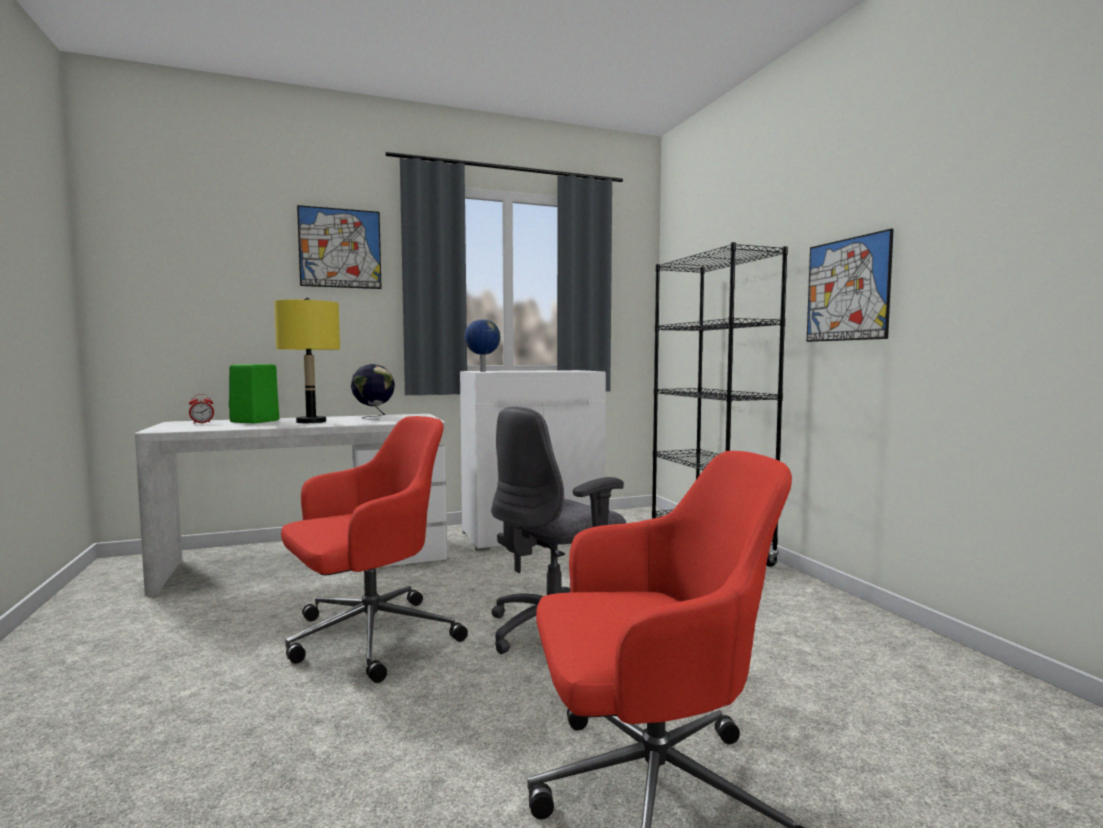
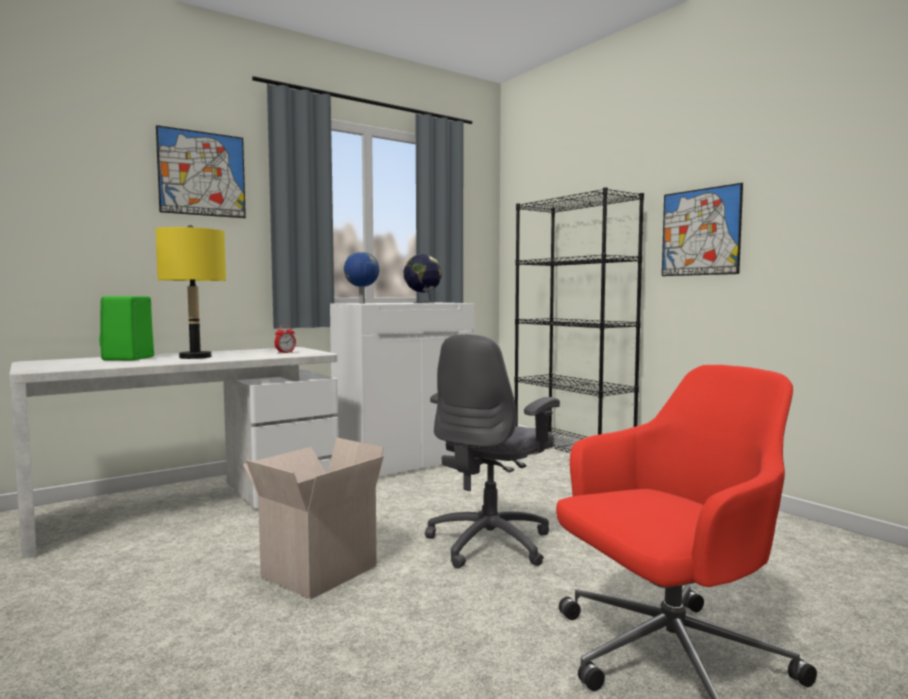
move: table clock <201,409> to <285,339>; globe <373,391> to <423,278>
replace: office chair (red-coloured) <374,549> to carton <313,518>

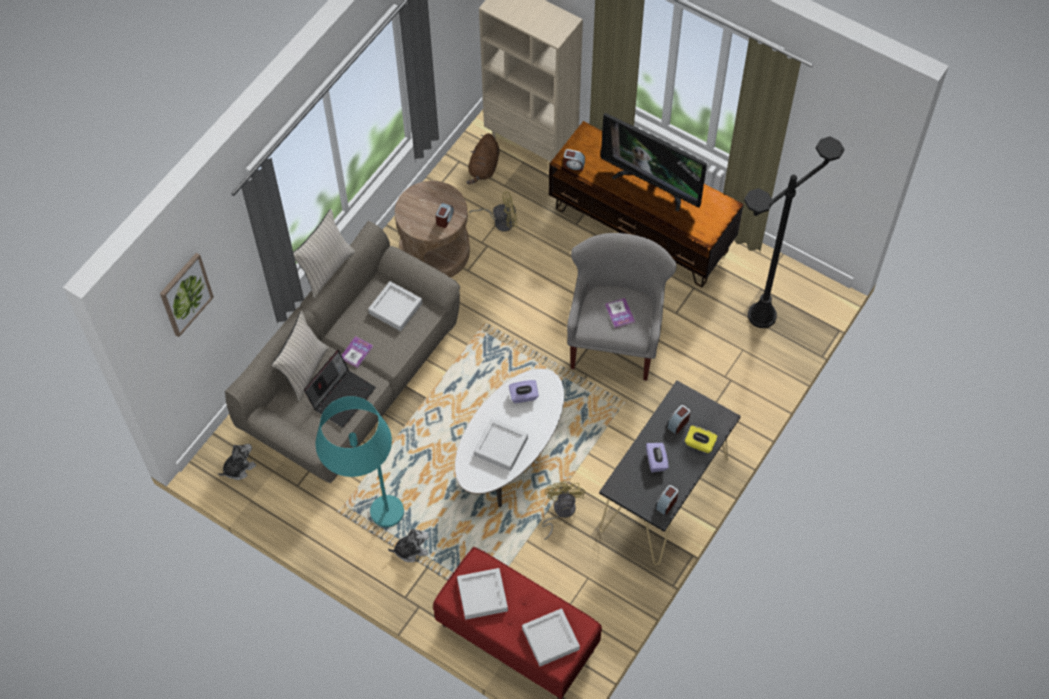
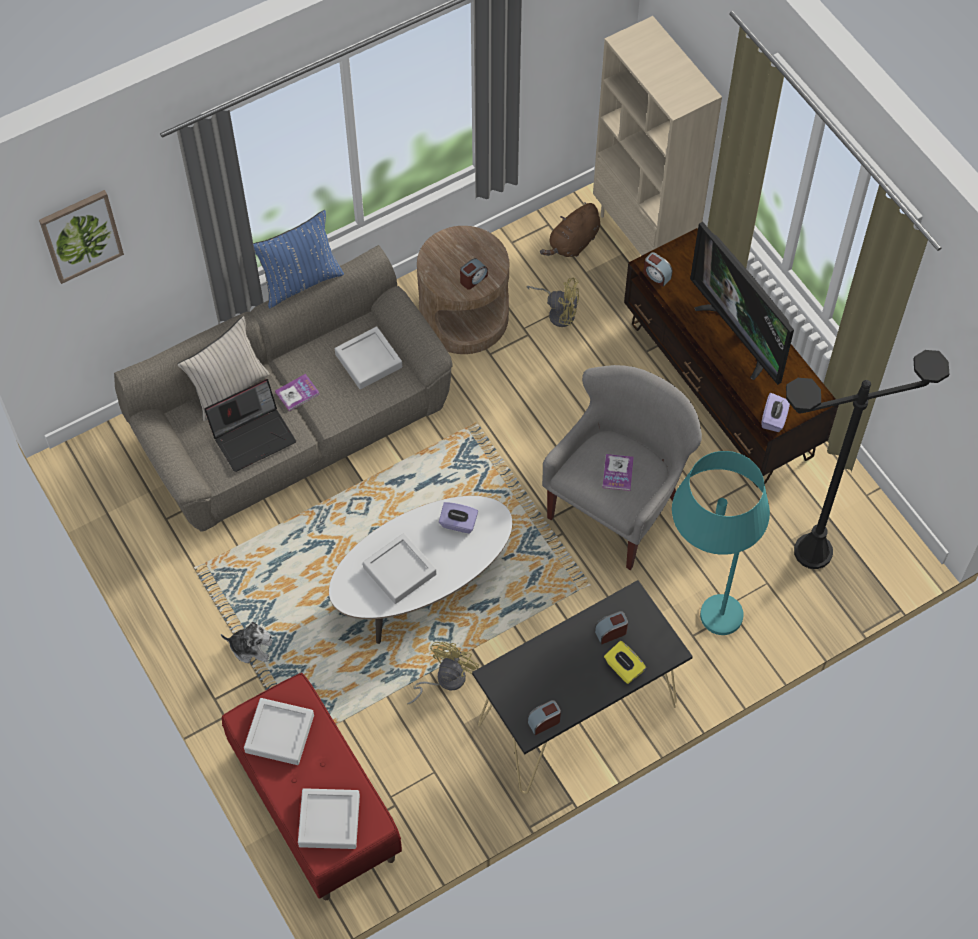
delete: plush toy <237,462>
move: floor lamp (turquoise-coloured) <360,461> to <721,543>; tissue box (purple-coloured) <657,457> to <776,412>
recolor: throw pillow (beige) <324,253> to throw pillow (blue) <298,259>

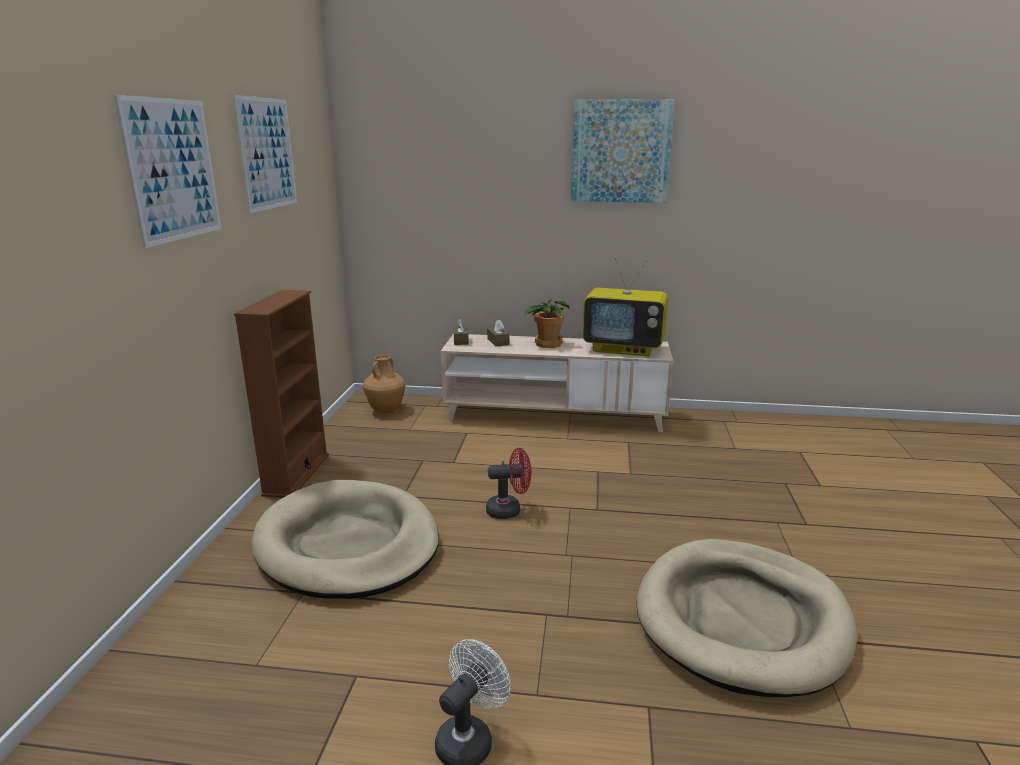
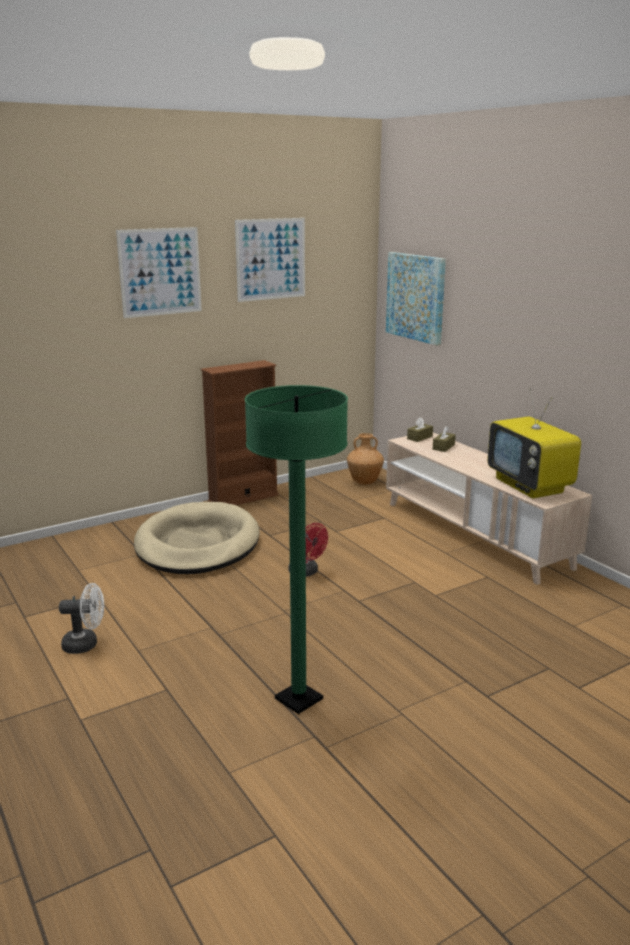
delete: plant in a pot <546,323>
move: picture <623,151> to <416,298>
replace: pet bed (beige) <747,618> to floor lamp (greenish) <296,549>

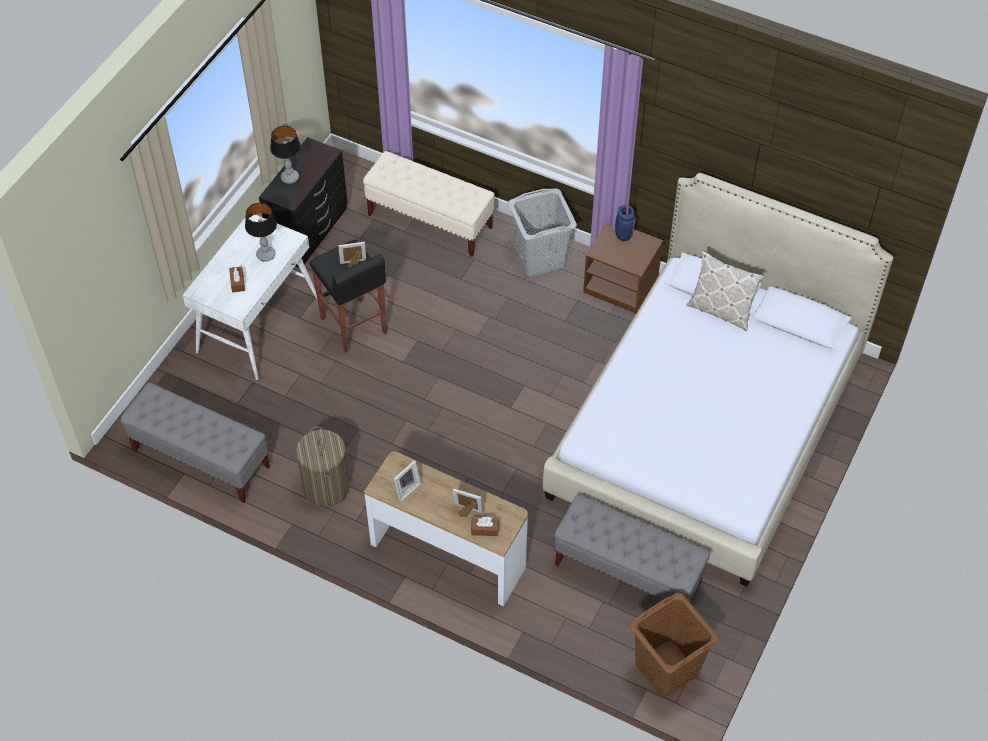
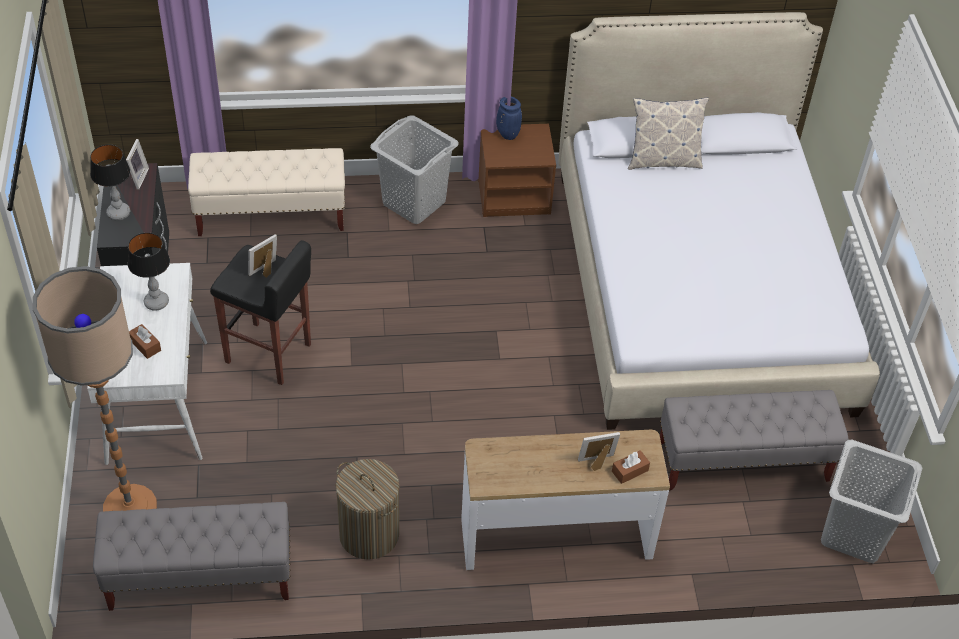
insert: floor lamp <94,389>
move: picture frame <407,481> to <137,164>
recolor: hamper (brownish) <674,645> to hamper (grey) <871,501>

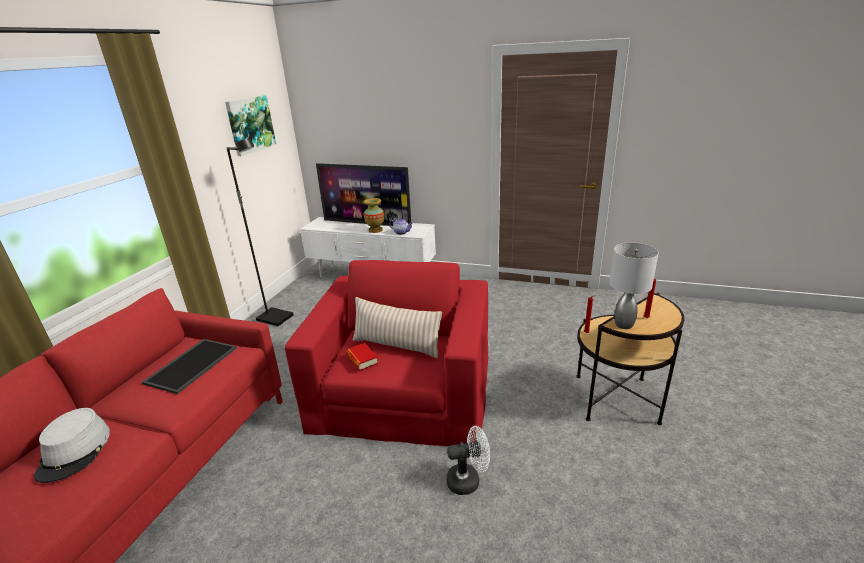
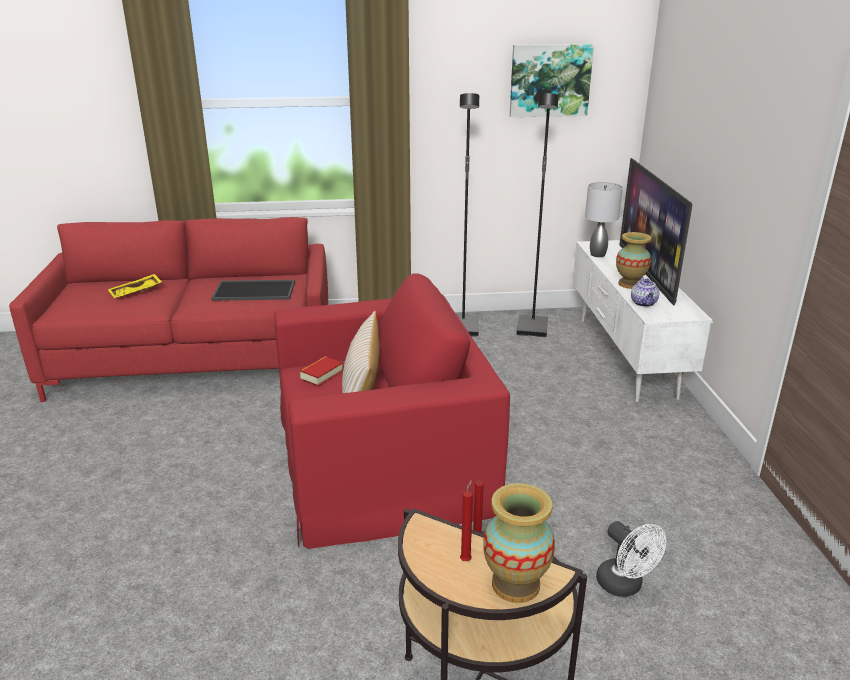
insert: decorative vase <519,543>; floor lamp (blackish) <538,215>
move: cooling fan (whitish) <468,460> to <631,559>; table lamp (grey) <634,286> to <604,219>
replace: clothing hat (grey) <72,445> to tray (yellowish) <135,286>

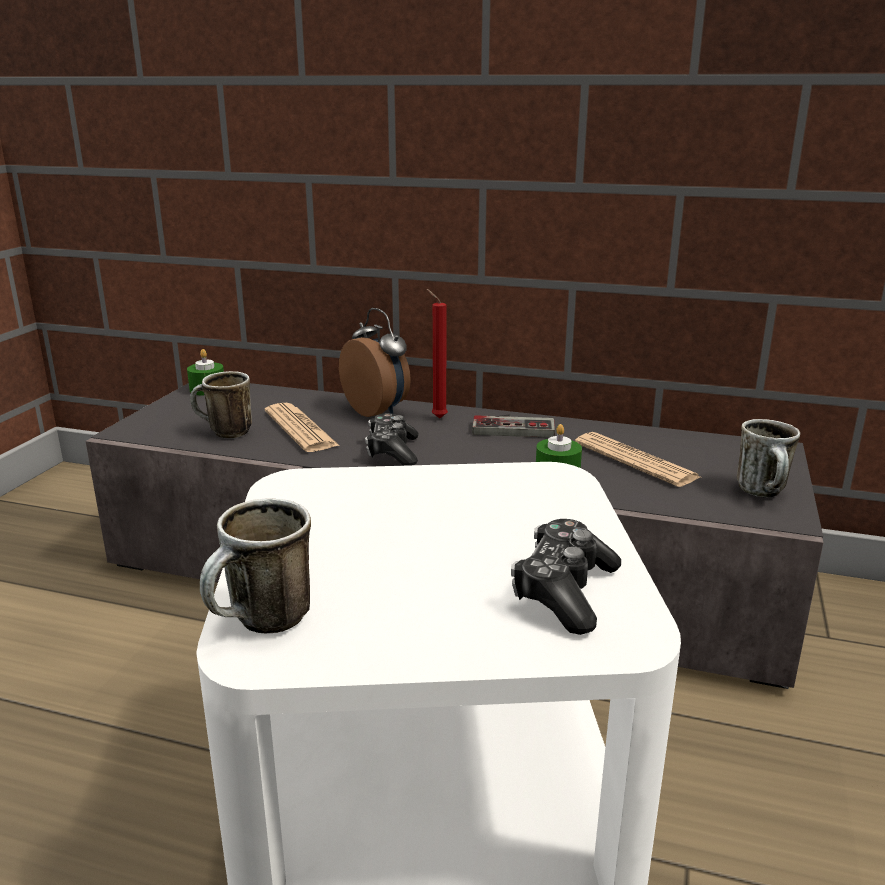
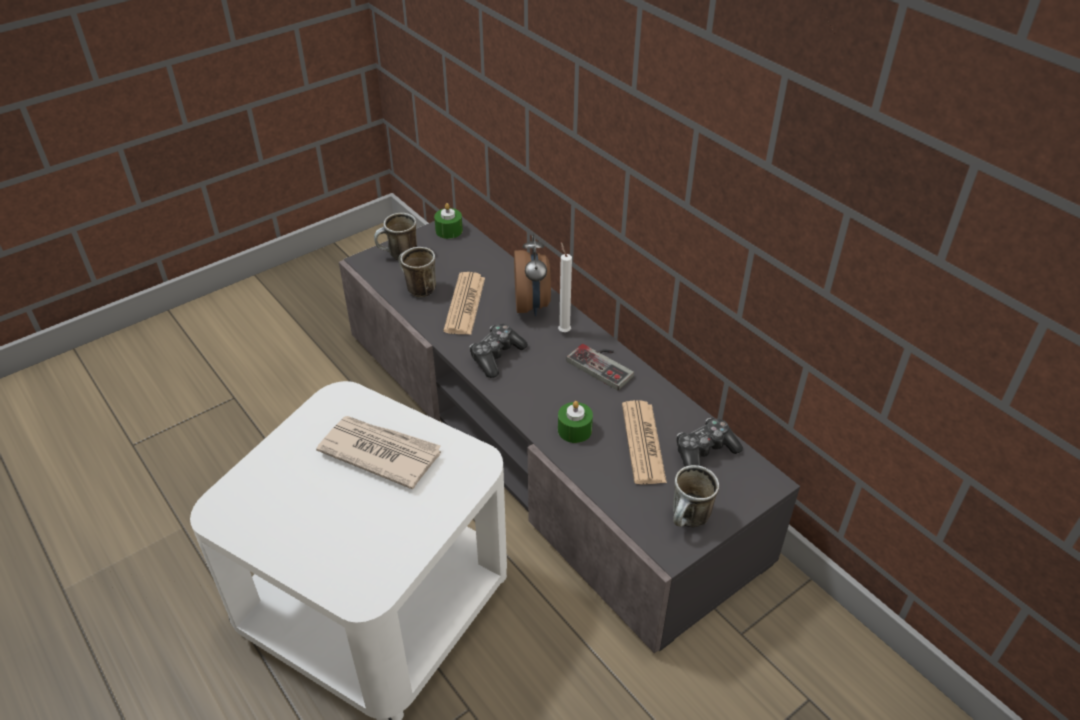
insert: printed paper <378,452>
move: mug <255,565> to <395,236>; gamepad <566,577> to <709,442>
recolor: candle (red-coloured) <437,353> to candle (whitish) <565,287>

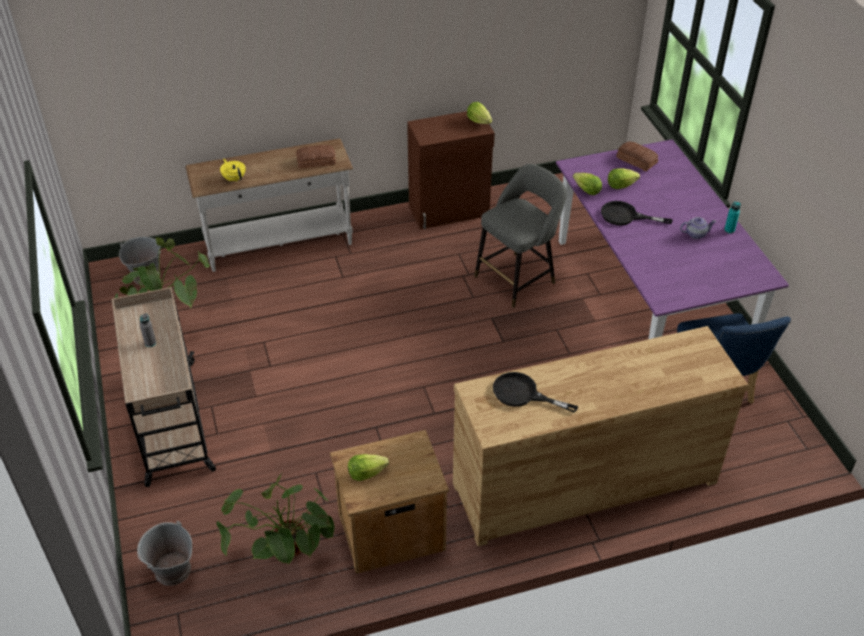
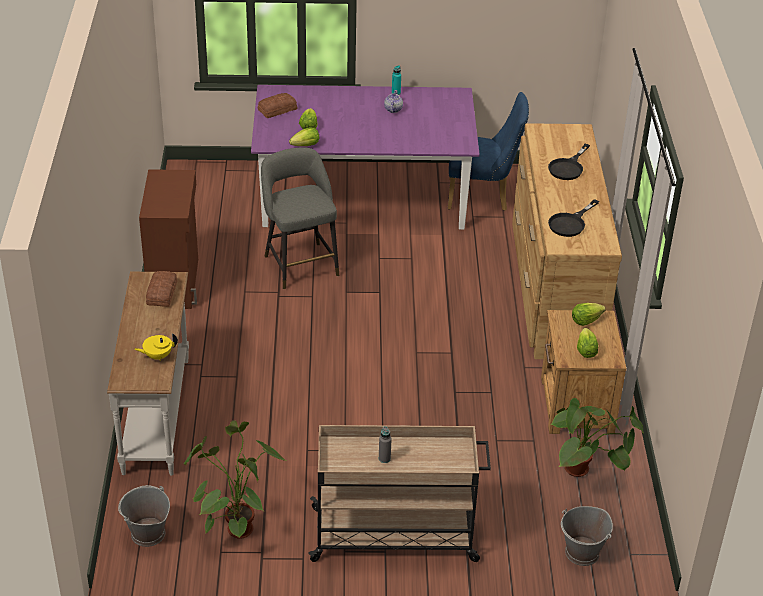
move: lettuce <479,113> to <589,314>; pan (blackish) <636,213> to <569,162>

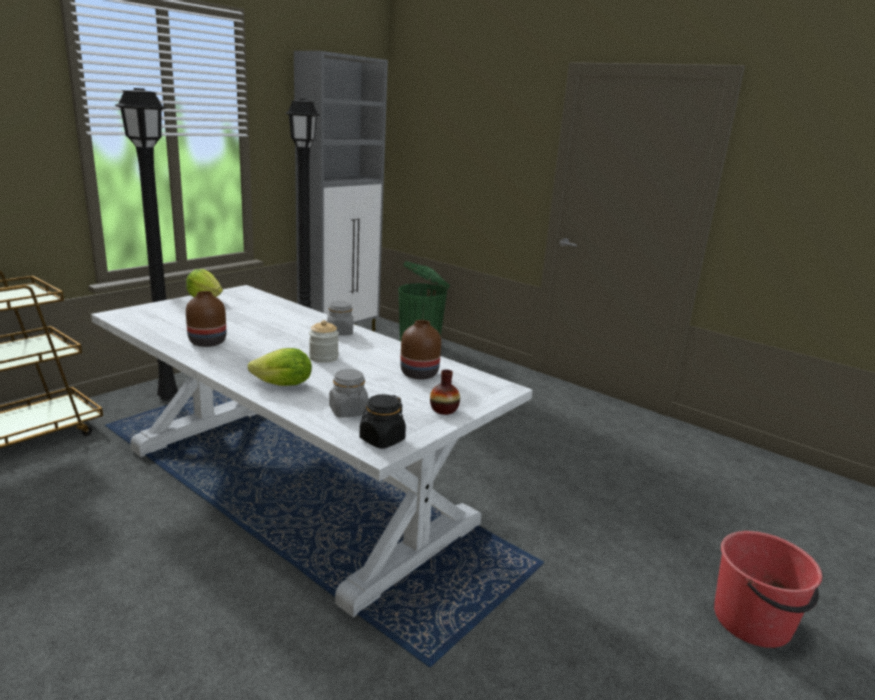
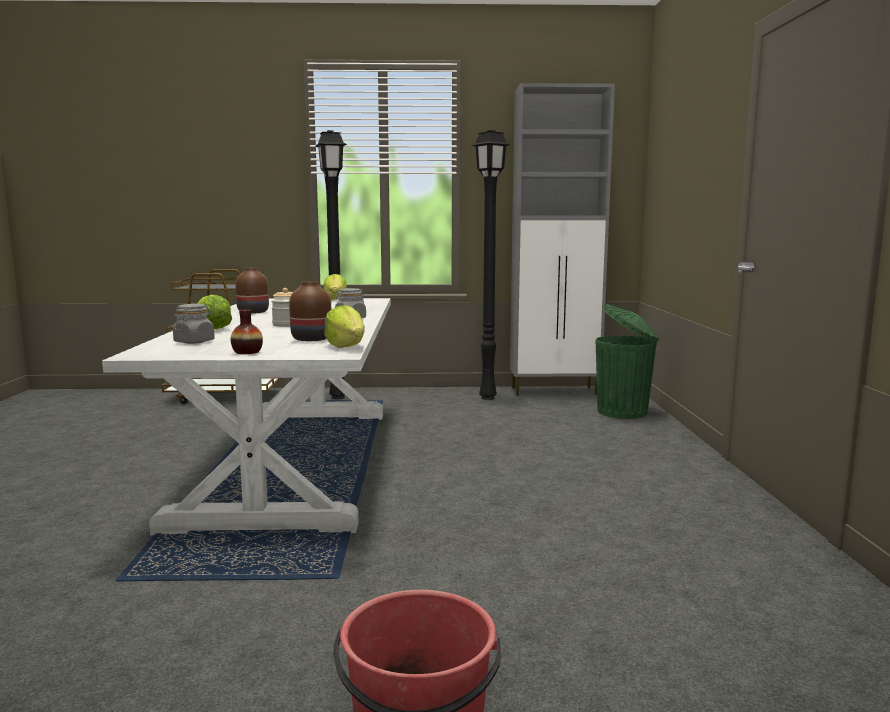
delete: jar (blackish) <383,421>
insert: lettuce <344,326>

